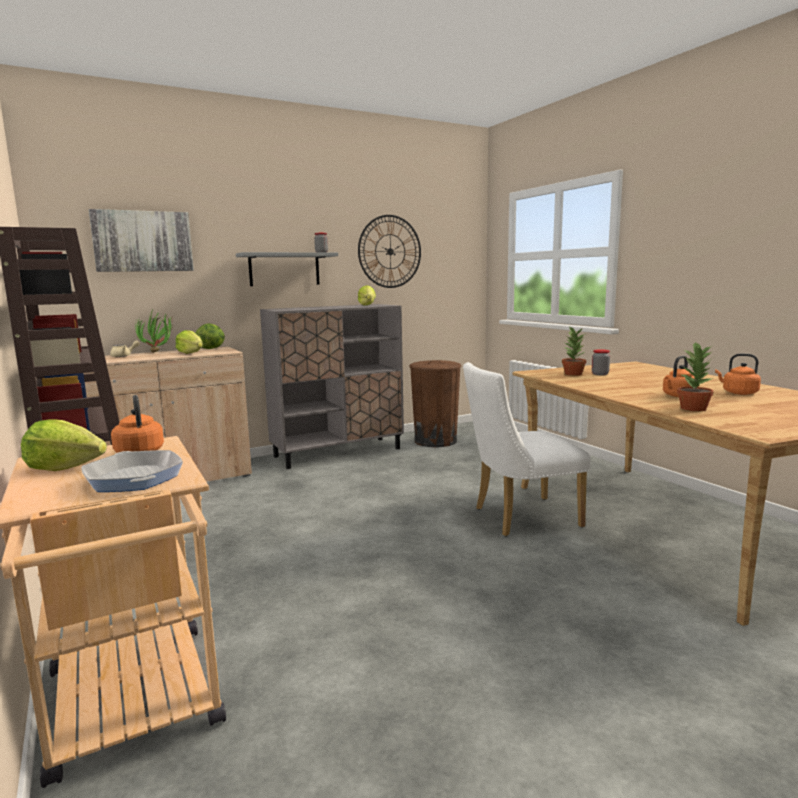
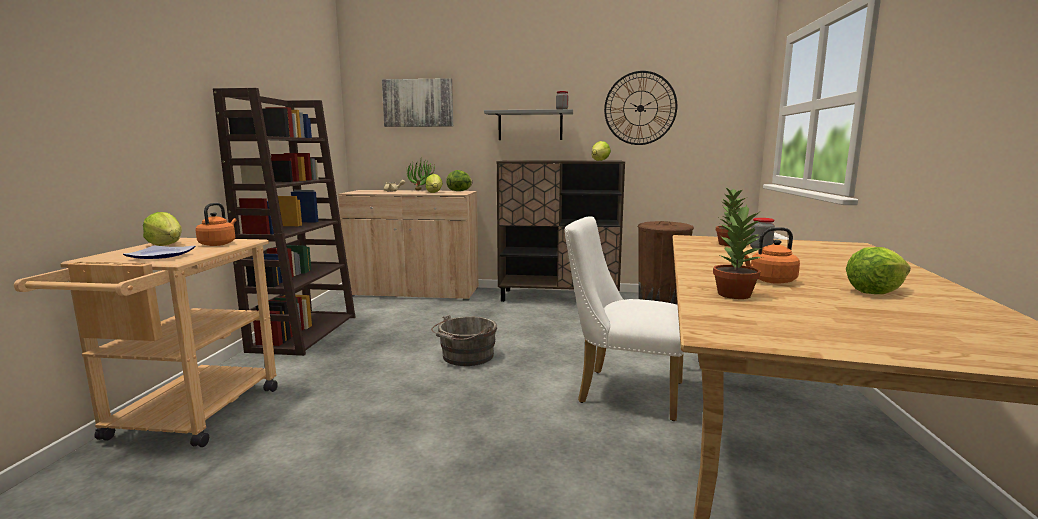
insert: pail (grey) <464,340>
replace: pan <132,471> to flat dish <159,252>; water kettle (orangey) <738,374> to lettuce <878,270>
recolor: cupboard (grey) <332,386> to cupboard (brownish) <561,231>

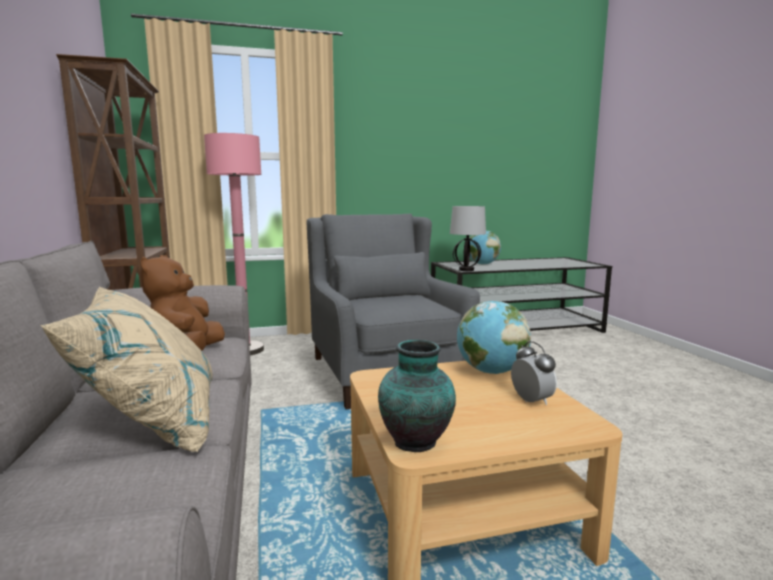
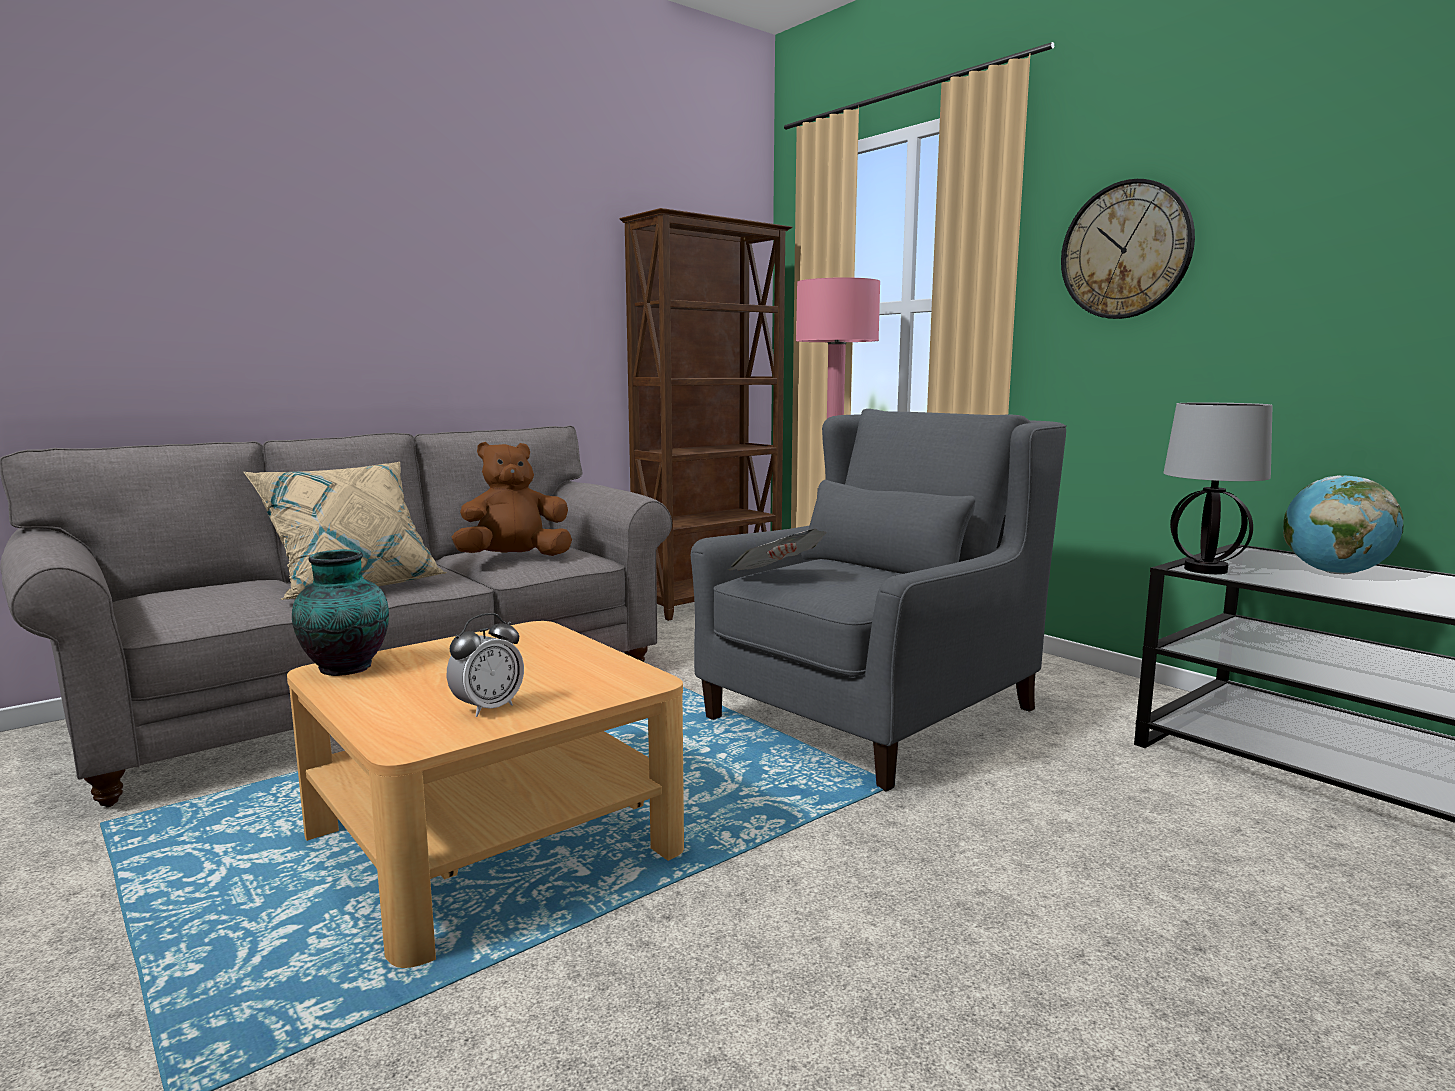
delete: globe <494,337>
insert: printed paper <777,549>; clock on the wall <1128,249>

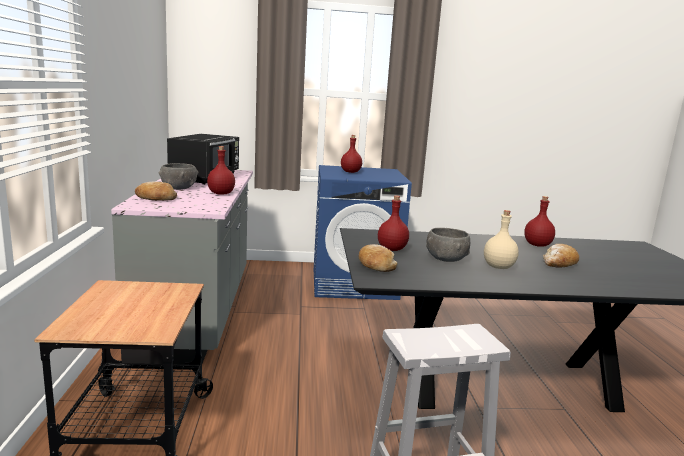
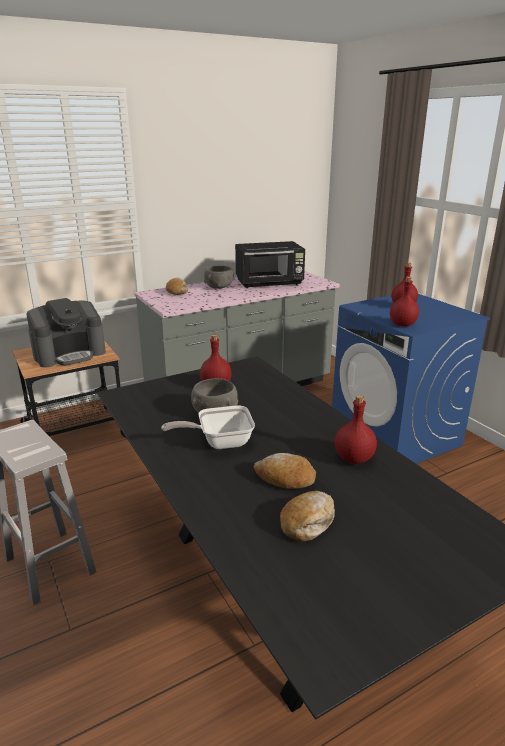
insert: coffee machine <66,332>
move: beverage bottle (red-coloured) <221,170> to <404,302>; bakery bread <378,258> to <307,516>
replace: beverage bottle (beige) <501,239> to pan <208,427>

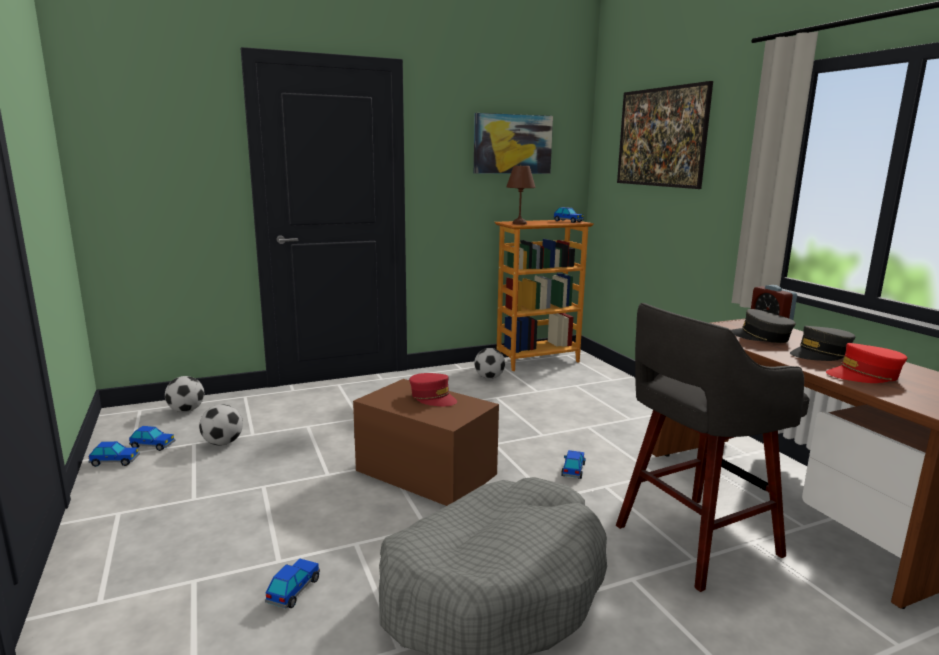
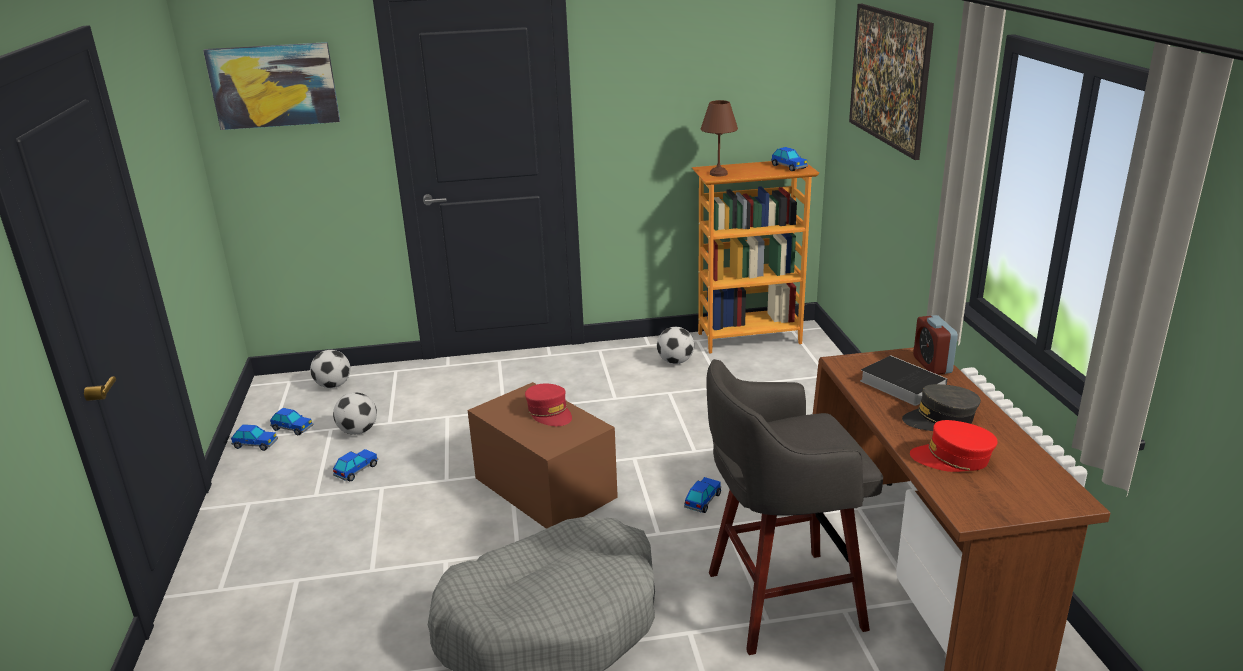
move: miniature car <292,583> to <356,465>; picture <513,143> to <271,86>
replace: baseball cap (grey) <764,326> to bound book <903,380>

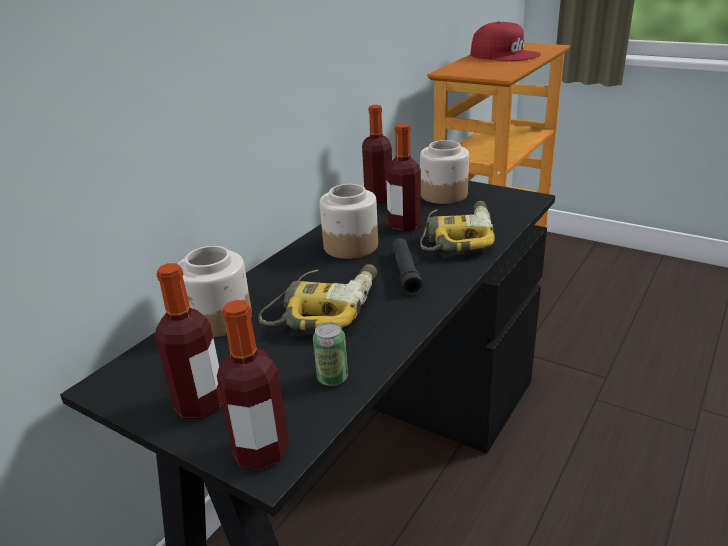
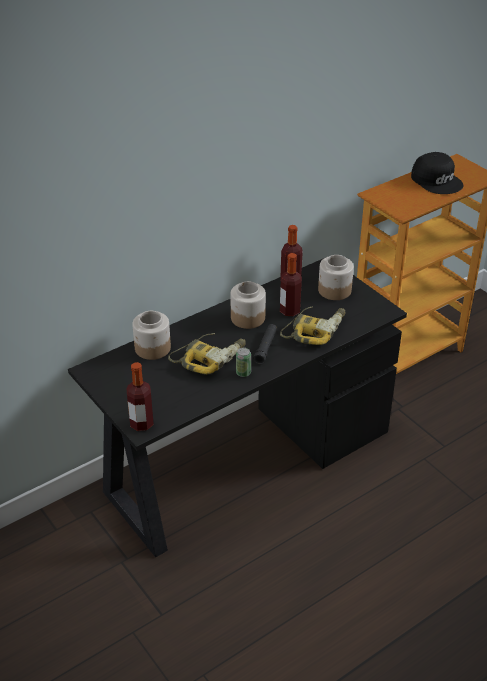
delete: beverage bottle <188,340>
move: metal can <330,354> to <243,362>
recolor: baseball cap (red-coloured) <506,41> to baseball cap (blackish) <437,173>

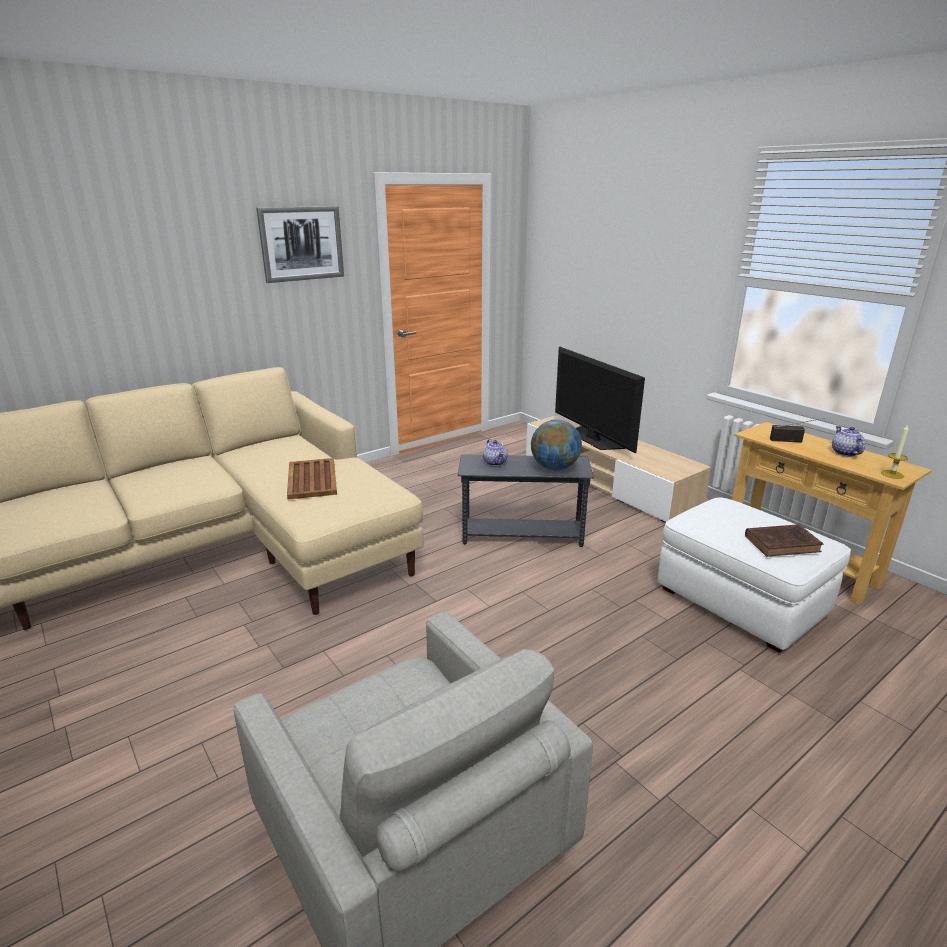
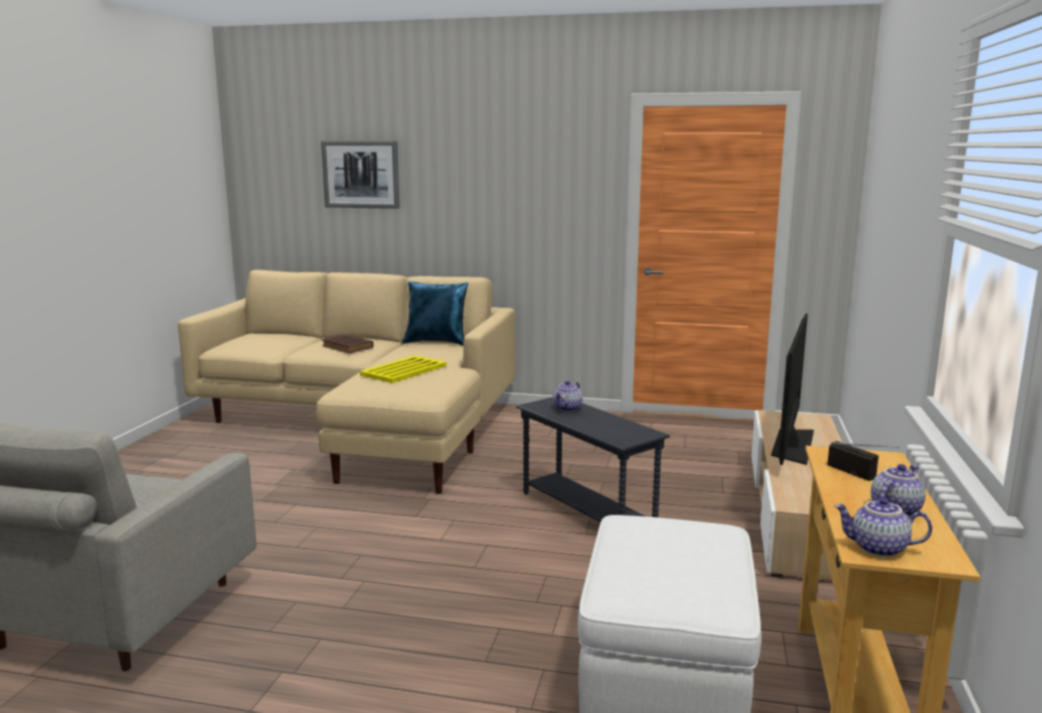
delete: globe <556,445>
insert: throw pillow (blue) <435,313>
move: picture <300,244> to <360,175>; bound book (brownish) <784,540> to <348,343>
replace: candle <895,451> to teapot <883,527>
recolor: tray (brownish) <312,478> to tray (yellowish) <403,369>

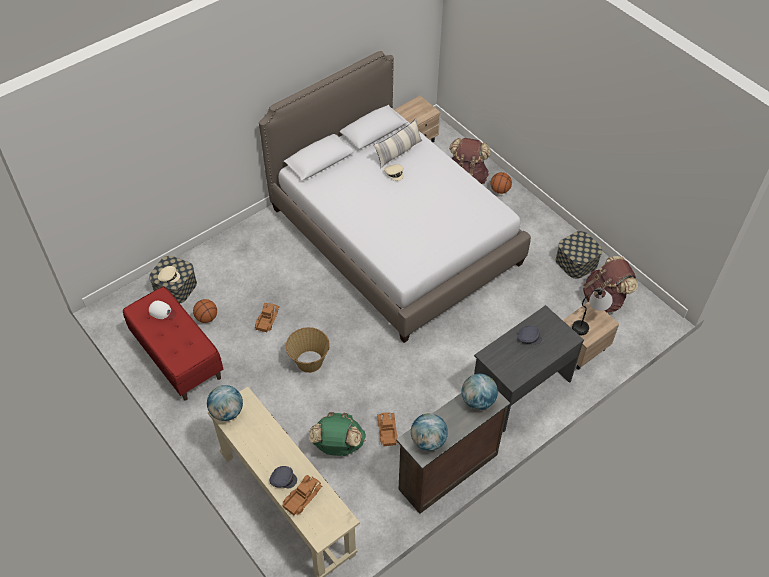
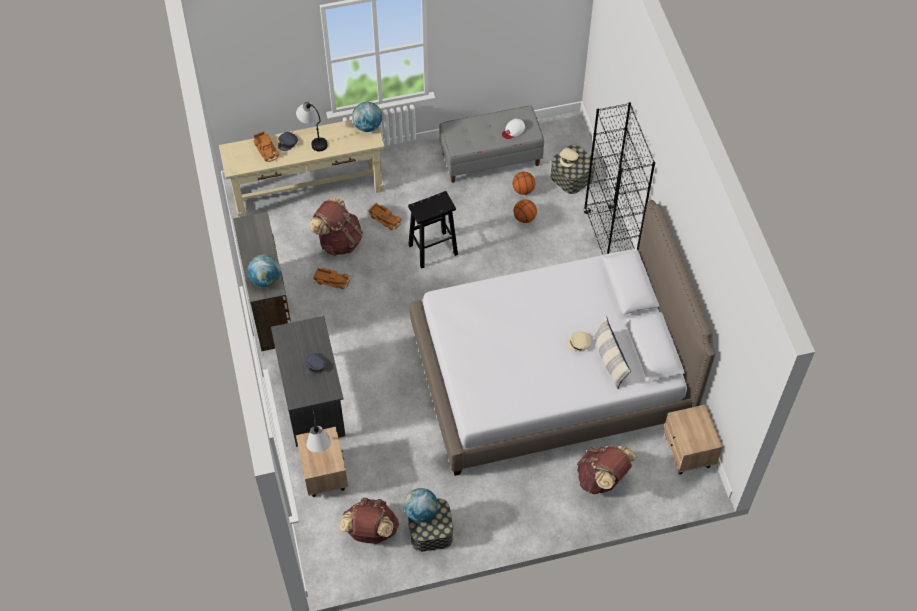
insert: table lamp <312,126>; bookcase (blackish) <619,178>
move: model truck <267,317> to <385,216>; globe <429,432> to <421,505>; basketball <501,183> to <525,211>
replace: storage basket <308,350> to stool seat (blackish) <433,230>
recolor: indoor bench (red-coloured) <173,343> to indoor bench (grey) <491,144>; rucksack (greenish) <337,434> to rucksack (brownish) <336,226>

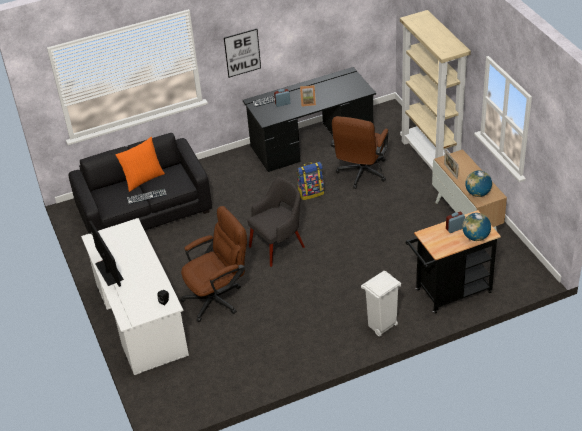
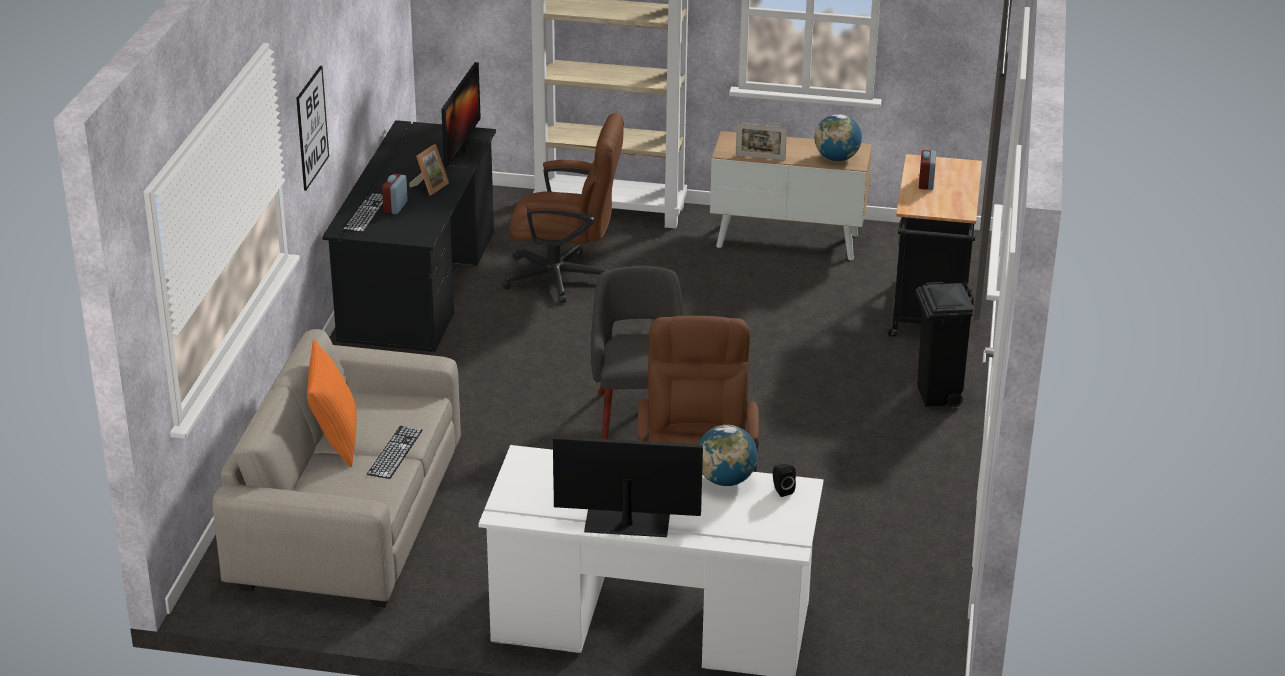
delete: rucksack <310,181>
insert: computer display <463,115>
move: globe <476,227> to <728,455>
recolor: couch (blackish) <140,183> to couch (beige) <337,468>; rubbish bin (whitish) <381,304> to rubbish bin (blackish) <944,344>
rotate: office chair (brownish) <360,152> = <563,208> 45 degrees counterclockwise

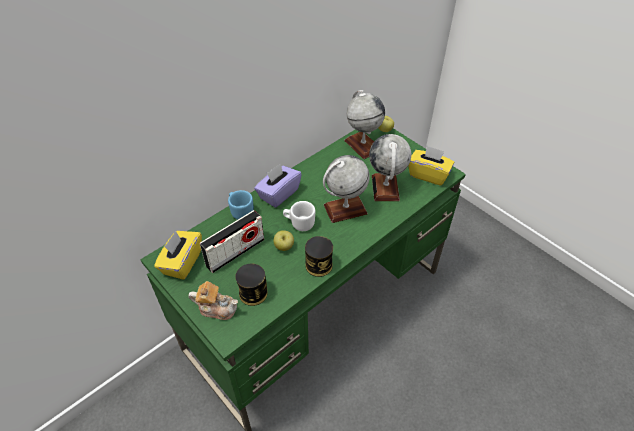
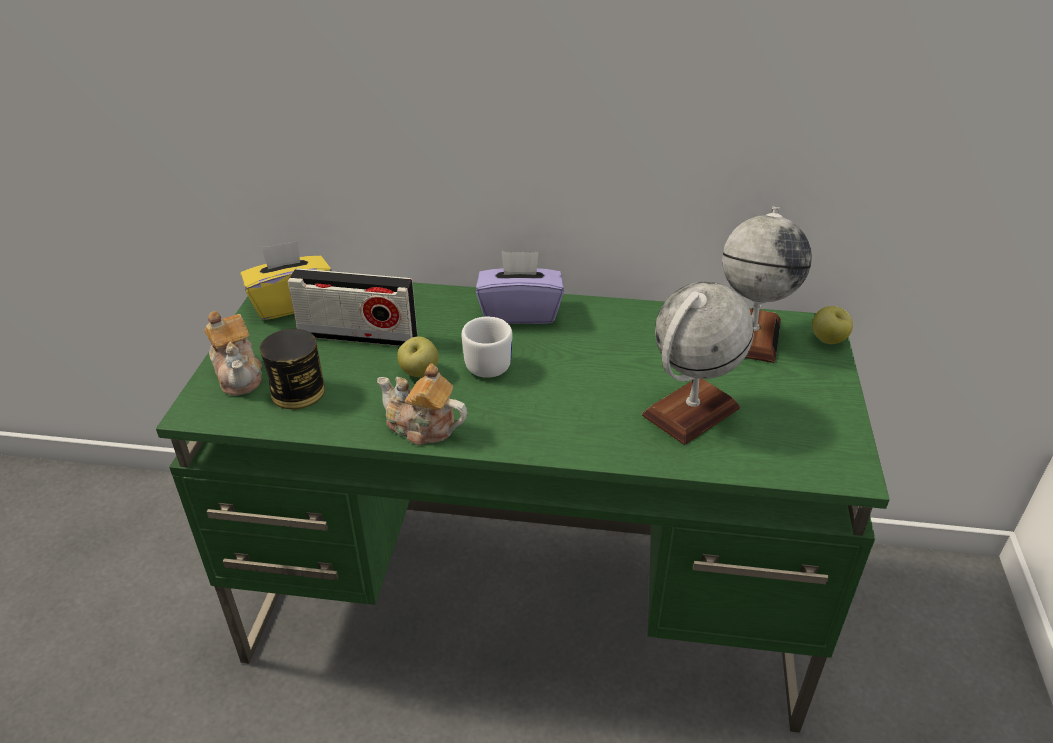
delete: mug (blue) <241,205>; globe <346,189>; tissue box (yellowish) <431,165>
replace: metal can <319,256> to teapot <422,404>

